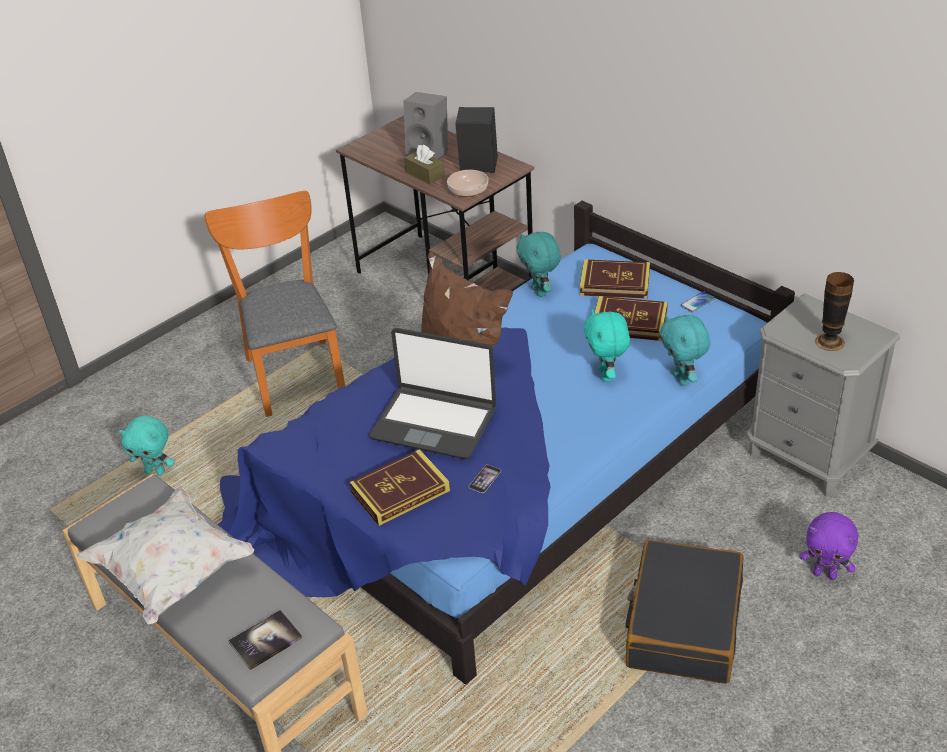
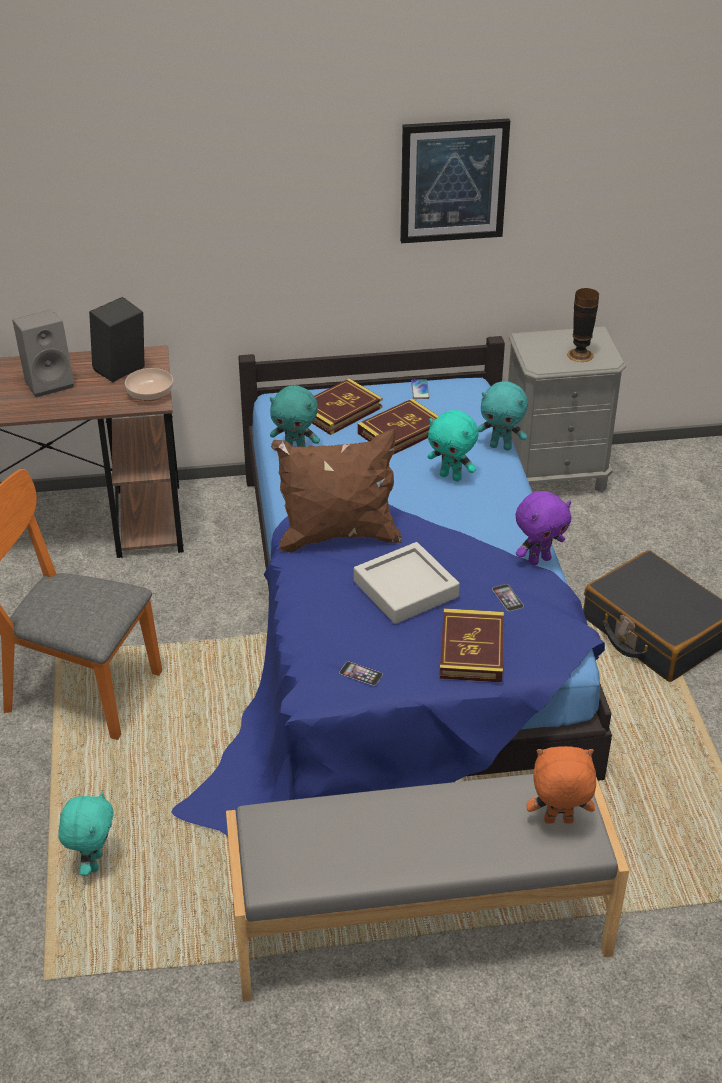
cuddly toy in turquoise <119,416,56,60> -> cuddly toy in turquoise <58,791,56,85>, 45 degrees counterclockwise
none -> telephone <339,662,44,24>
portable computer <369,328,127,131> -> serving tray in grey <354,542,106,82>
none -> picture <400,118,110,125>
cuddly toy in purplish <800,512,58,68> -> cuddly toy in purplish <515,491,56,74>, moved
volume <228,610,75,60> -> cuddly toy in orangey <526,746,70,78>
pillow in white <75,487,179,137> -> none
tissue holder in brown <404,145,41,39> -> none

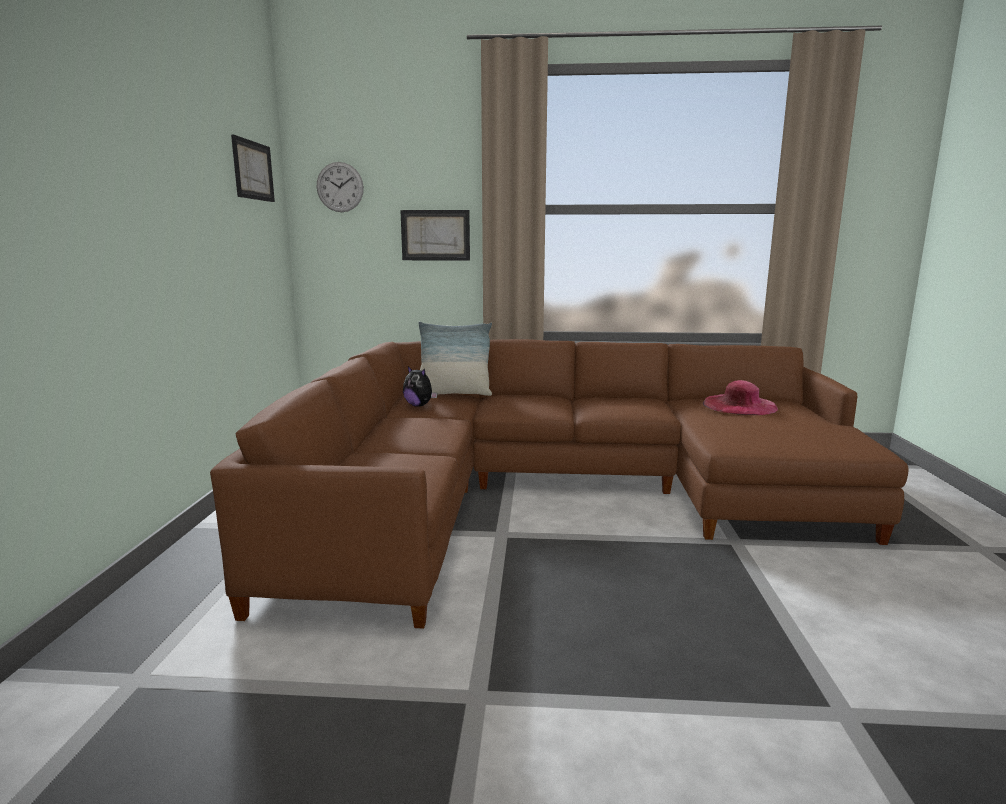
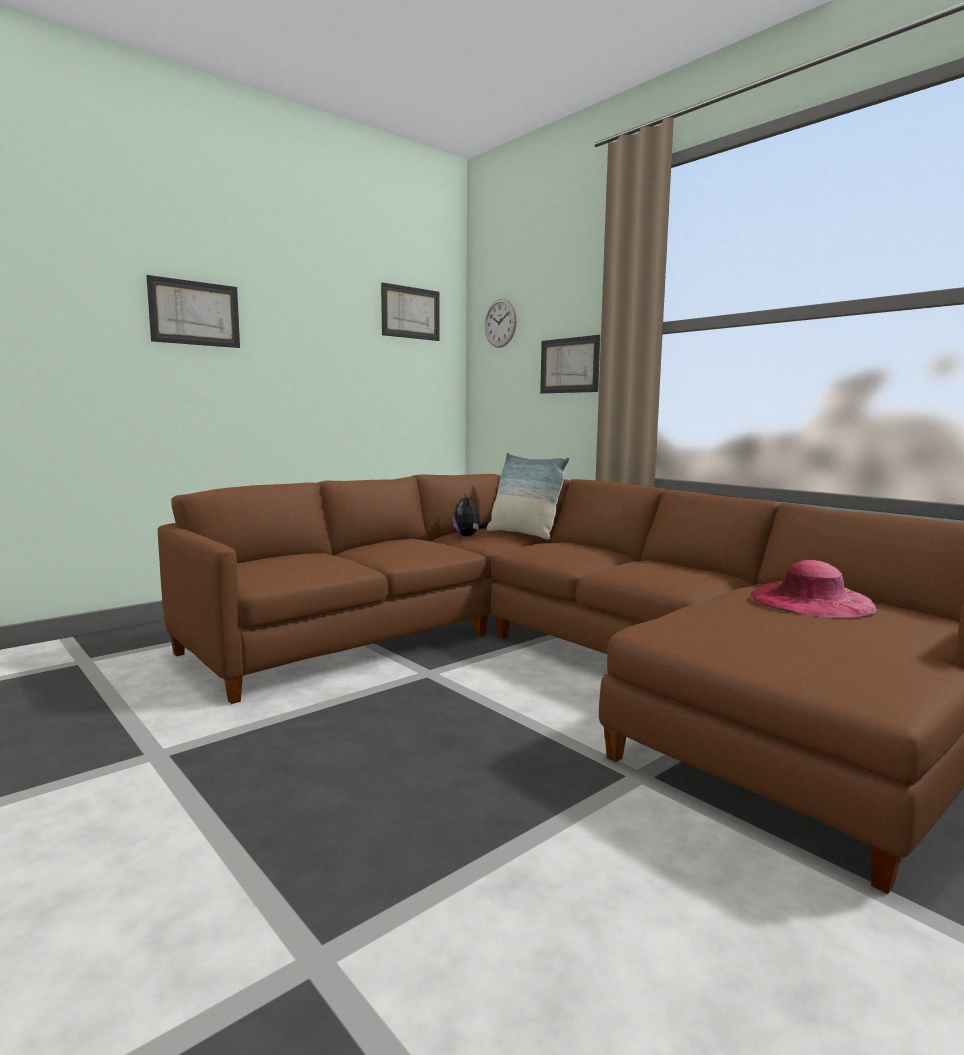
none -> picture <146,275,94,73>

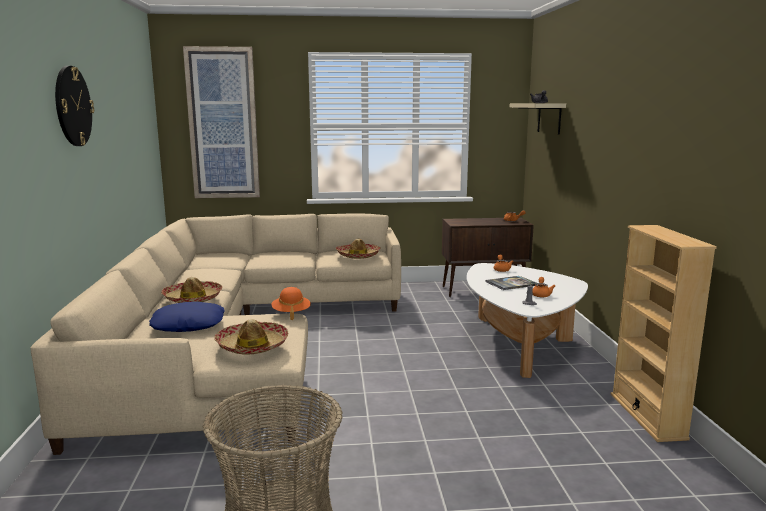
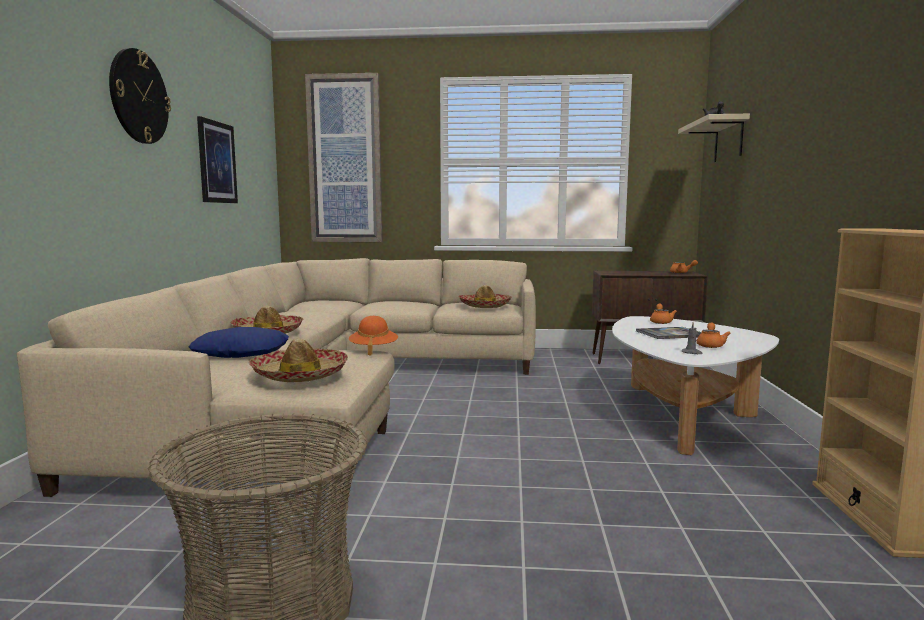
none -> picture <197,116,41,87>

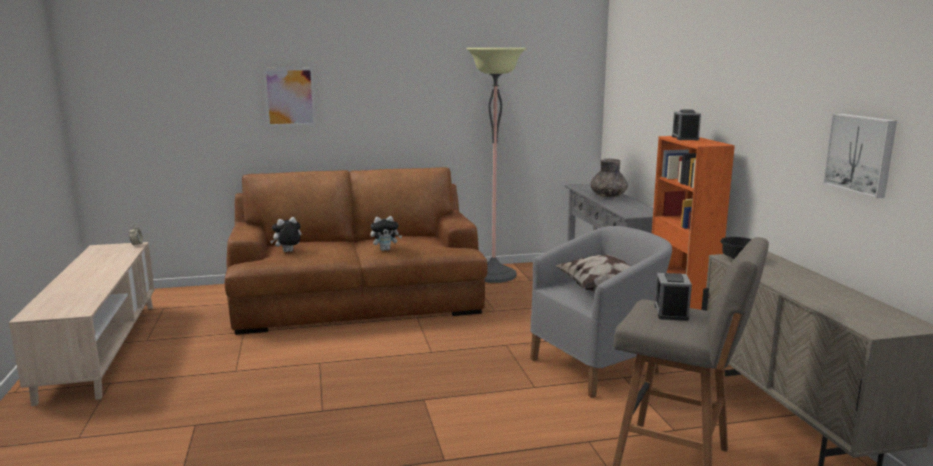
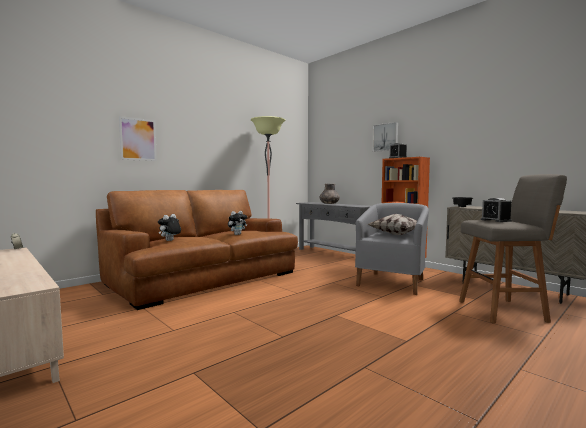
picture <823,113,74,85> -> picture <373,122,25,30>, moved

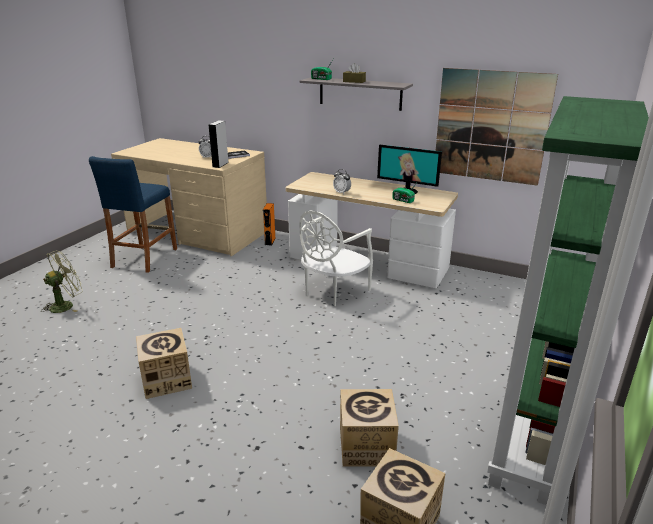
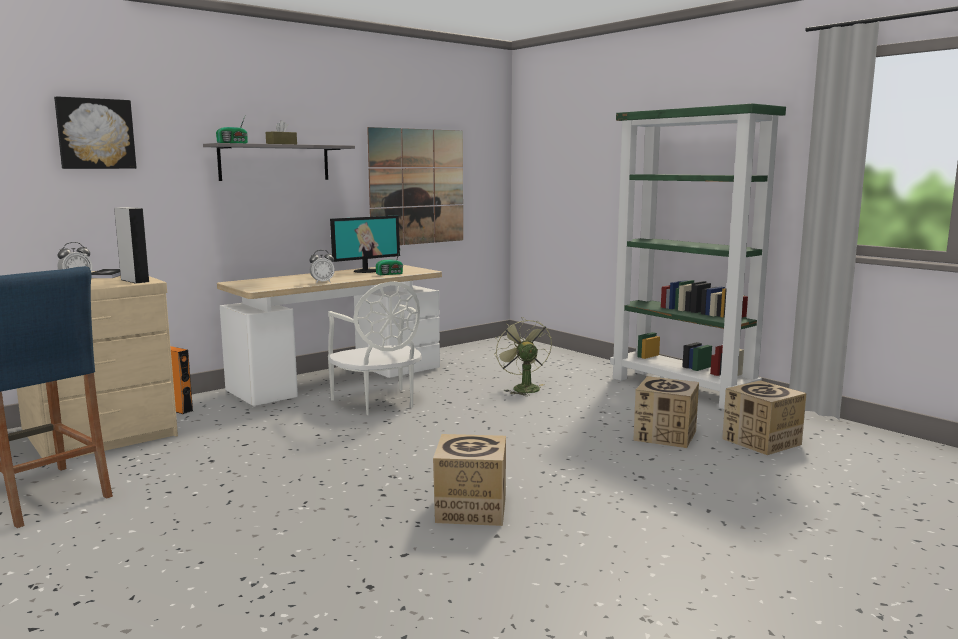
none -> picture <54,96,82,73>
electric fan in green-coloured <41,251,42,62> -> electric fan in green-coloured <494,317,58,79>, moved

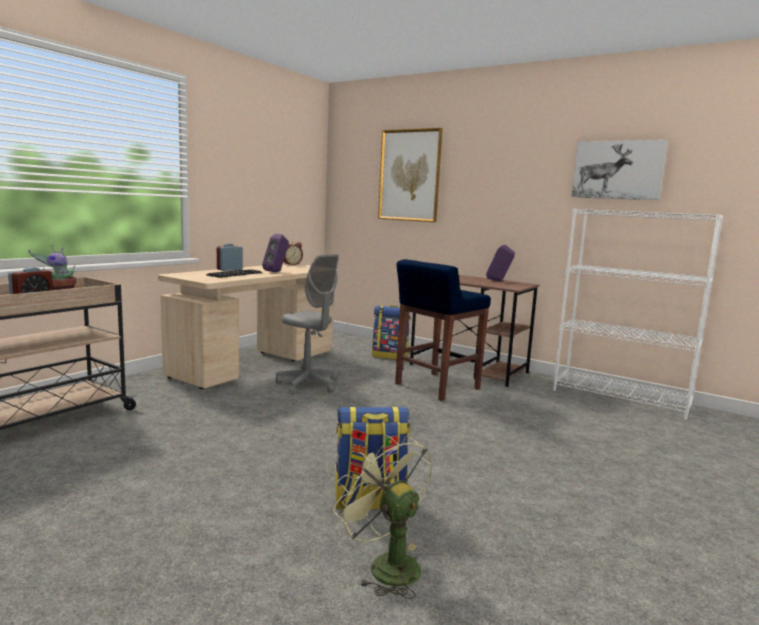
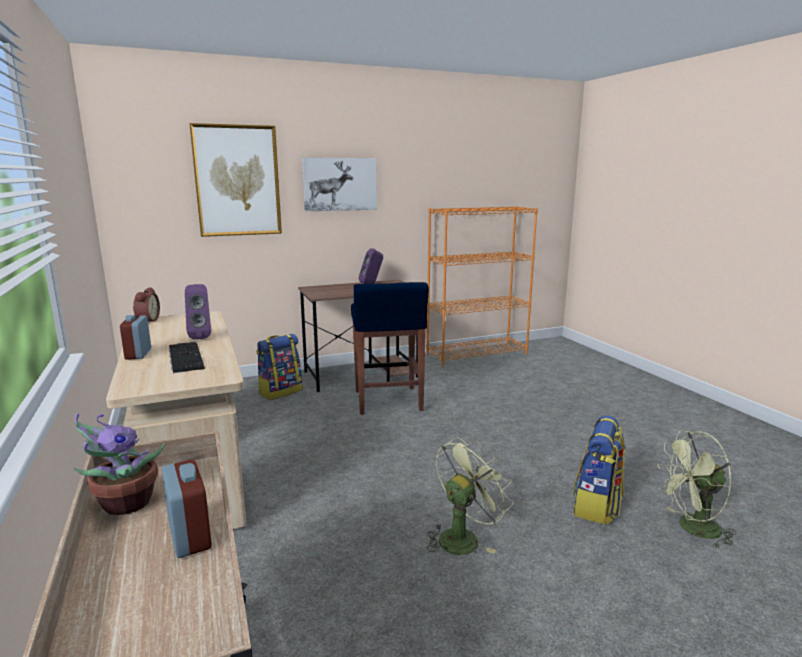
picture <572,139,96,61> -> picture <302,158,75,53>, moved
bookcase in white <553,208,170,212> -> bookcase in orangey <426,206,112,161>
none -> electric fan in green-coloured <427,437,86,118>
computer chair in grey <275,254,64,140> -> none

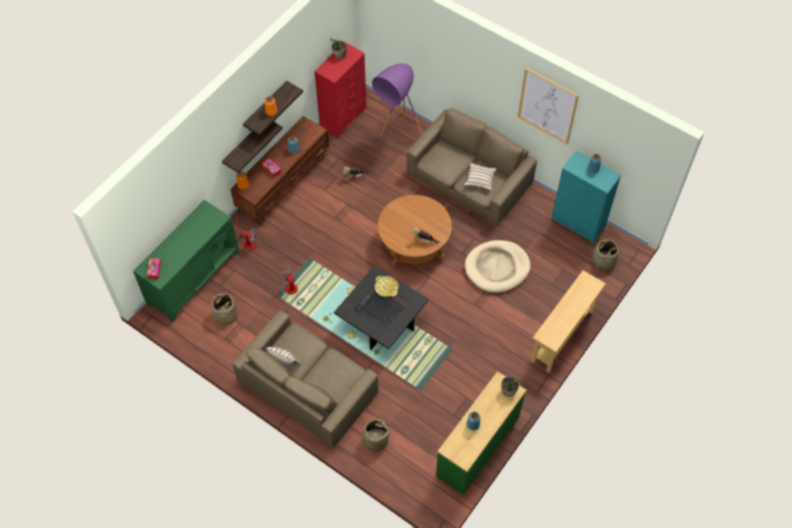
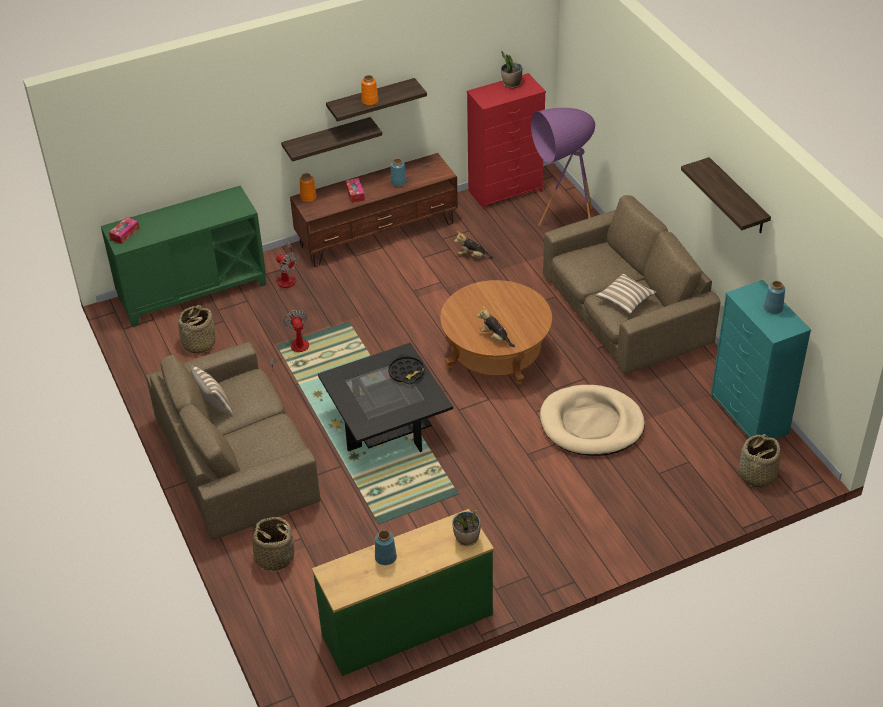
serving tray in yellowish <375,276,23,21> -> serving tray in black <388,354,37,30>
picture <518,67,61,77> -> bracket shelf <681,157,90,76>
hall table in beige-coloured <531,270,75,103> -> none

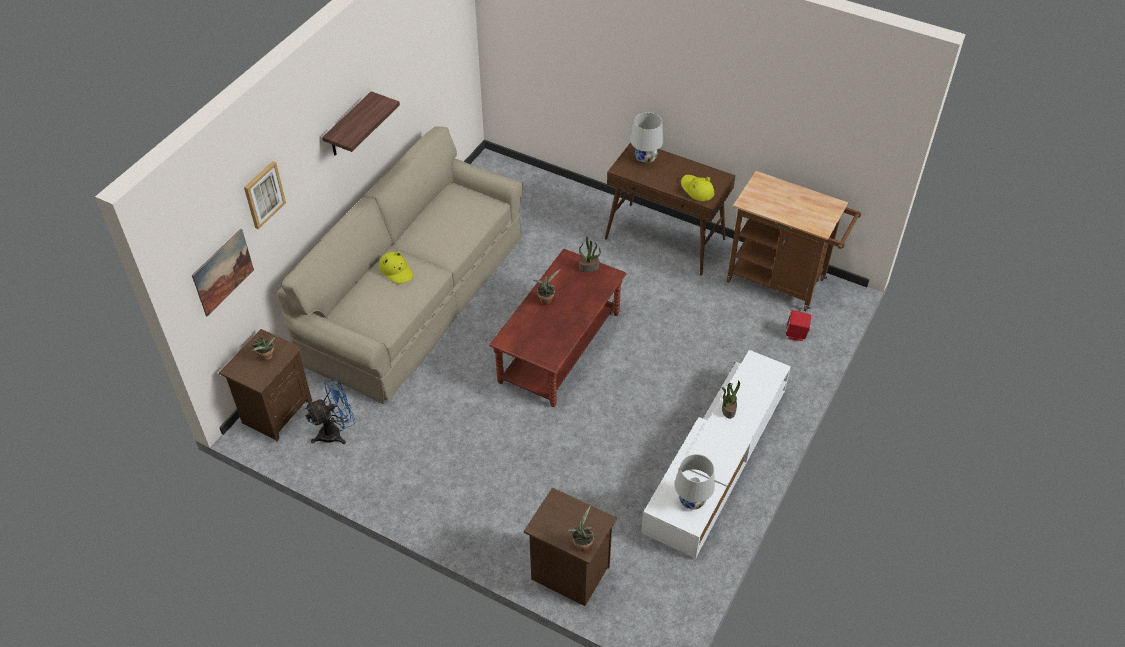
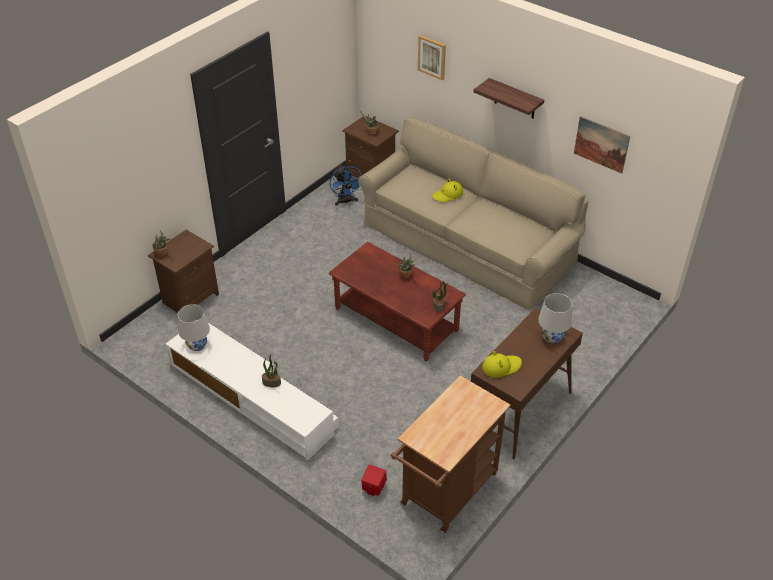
picture <192,229,62,87> -> picture <574,116,56,58>, moved

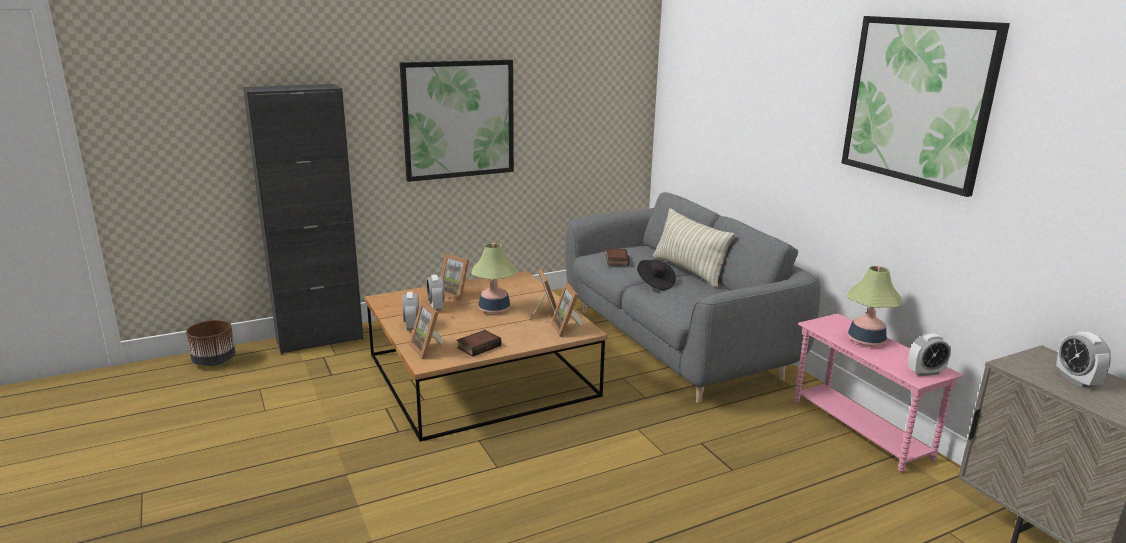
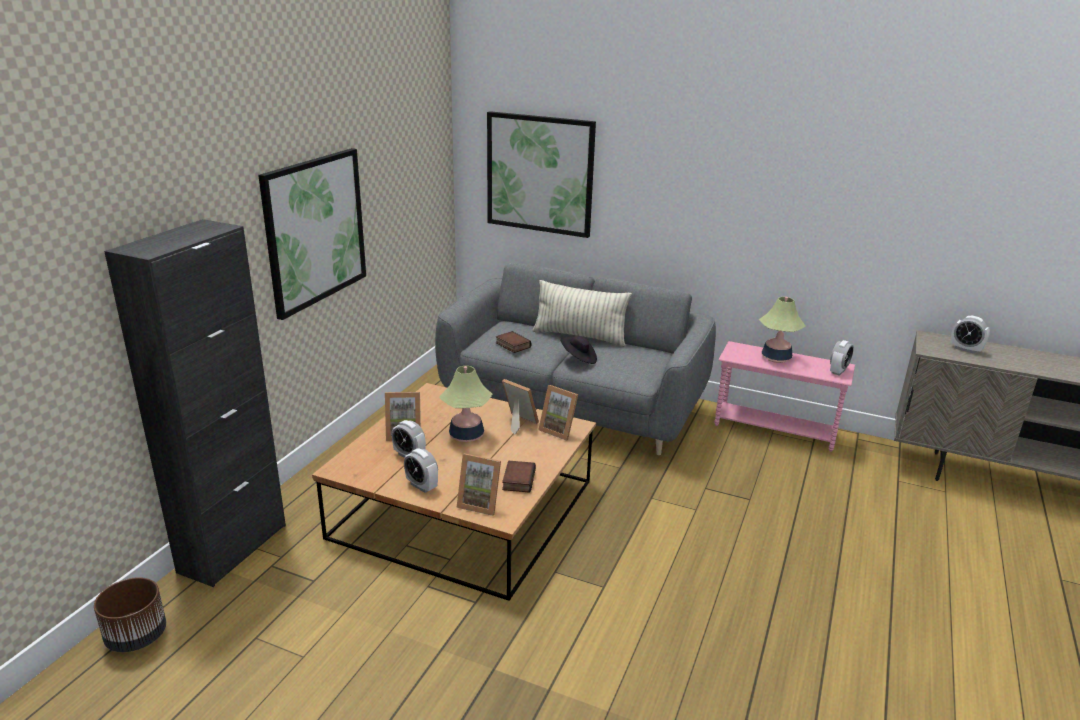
picture <841,16,169,181> -> picture <487,111,109,127>, moved

